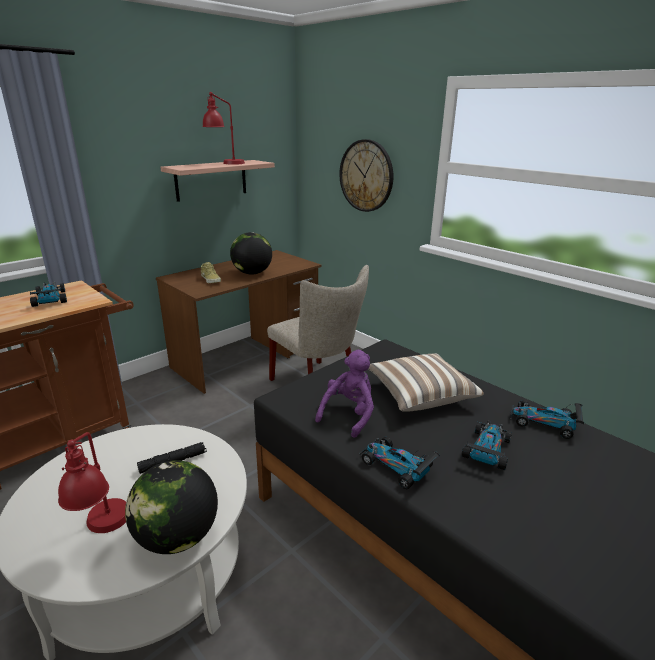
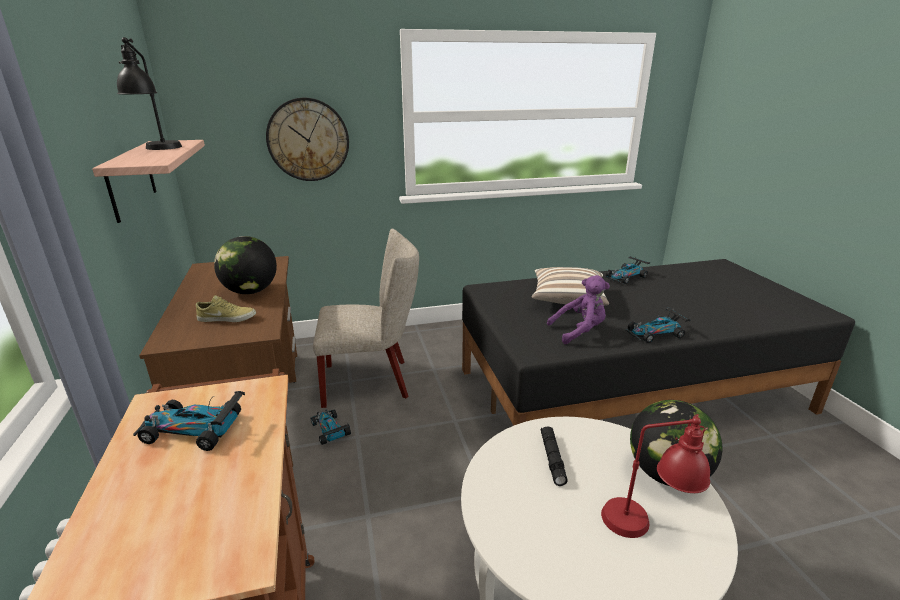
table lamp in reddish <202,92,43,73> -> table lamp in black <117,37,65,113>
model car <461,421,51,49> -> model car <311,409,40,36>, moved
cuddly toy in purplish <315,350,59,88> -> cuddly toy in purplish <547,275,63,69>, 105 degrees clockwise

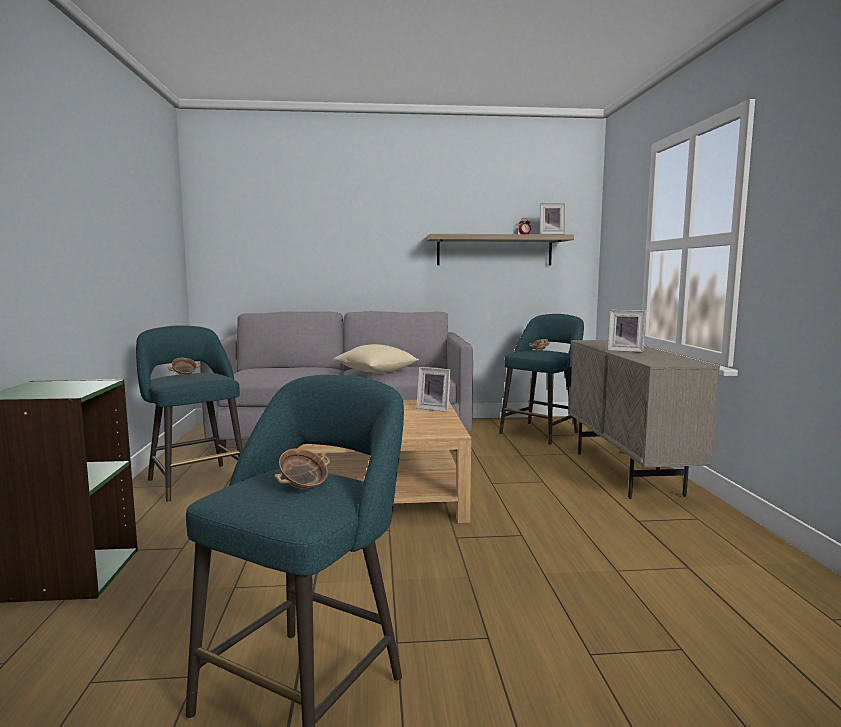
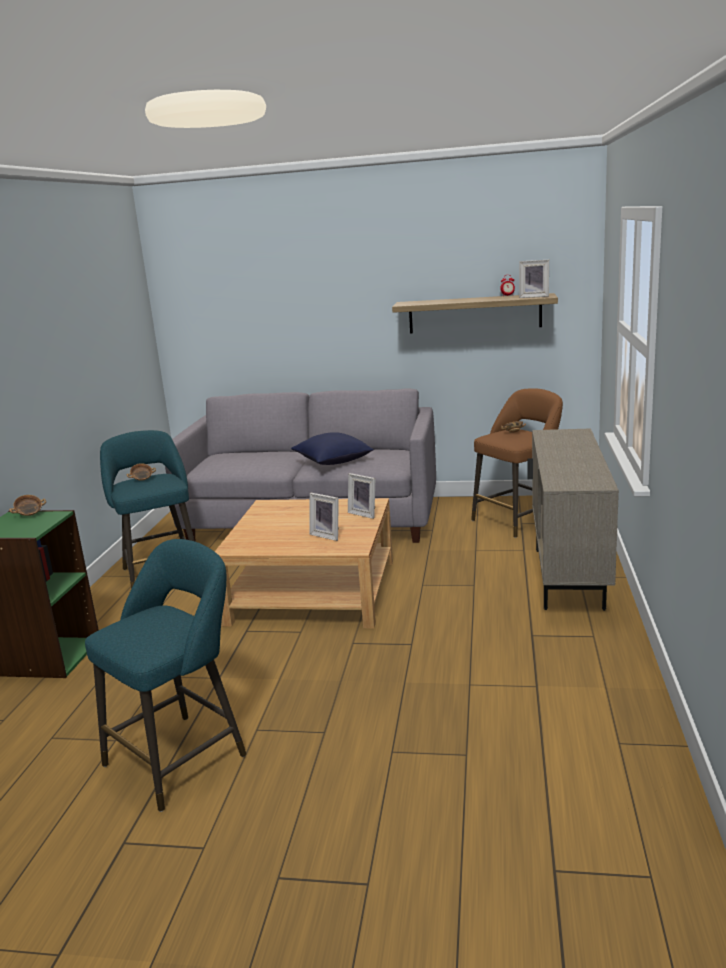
bowl <274,448,56,41> -> bowl <9,495,37,21>, moved
pillow in beige-coloured <334,344,85,29> -> pillow in blue-coloured <291,432,83,33>
standing frame <608,310,38,42> -> standing frame <309,493,30,48>, moved
stool in turquoise <499,314,85,131> -> stool in brown <471,388,92,150>

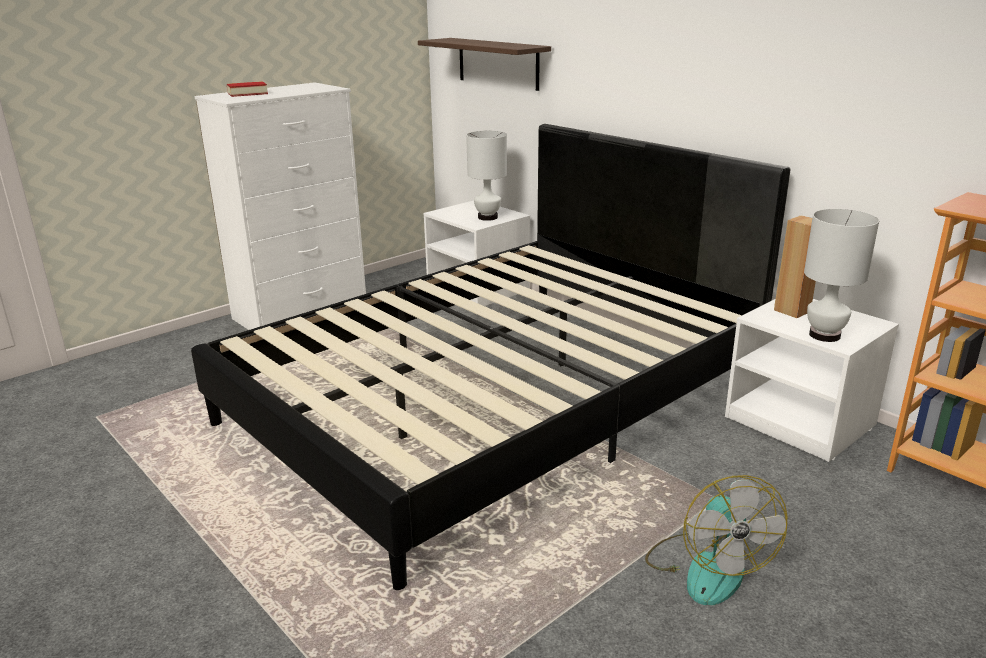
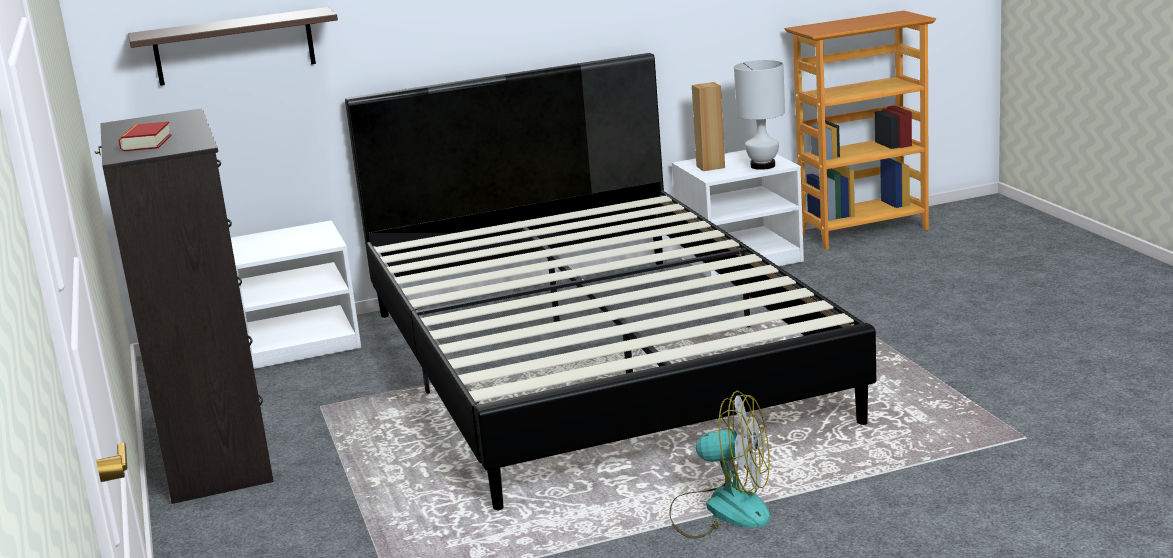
drawer chest in white <194,82,172,248> -> drawer chest in black <95,108,179,396>
electric fan <645,475,143,130> -> electric fan <669,391,101,148>, moved
table lamp in white <466,131,41,90> -> none

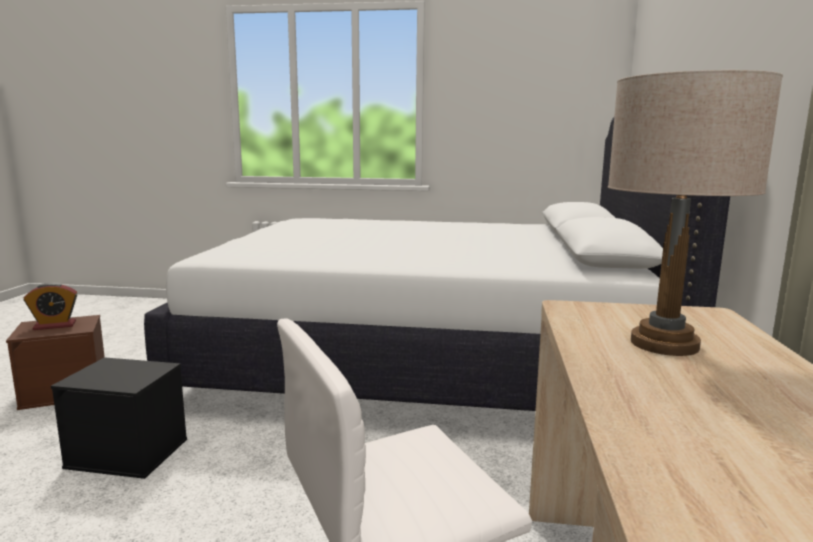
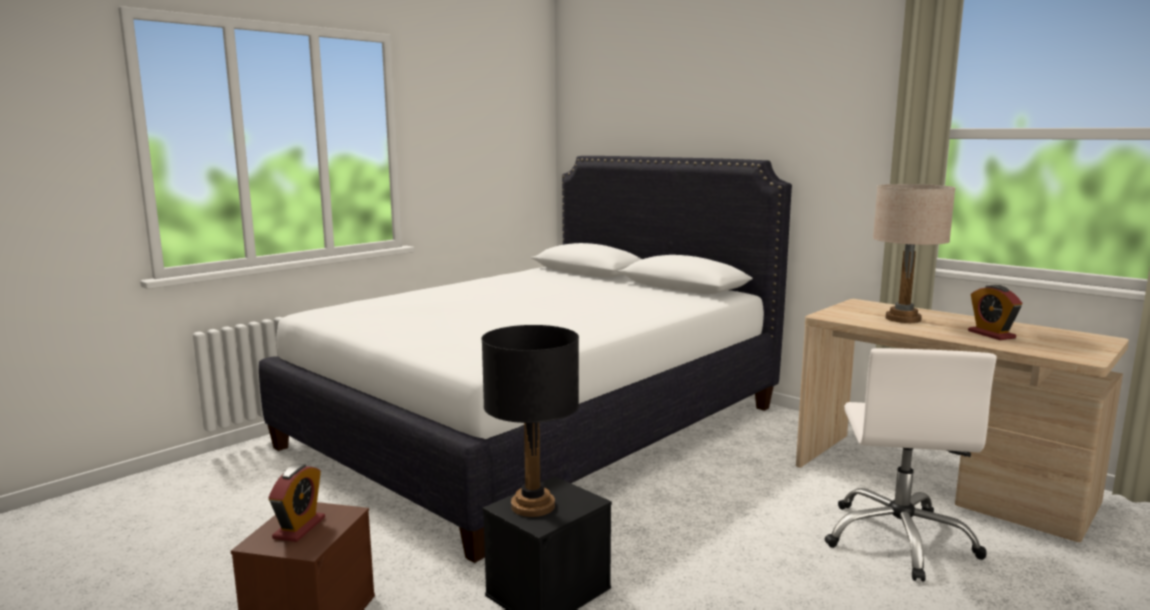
none -> table lamp in black <481,325,98,192>
none -> bedside clock <968,285,54,55>

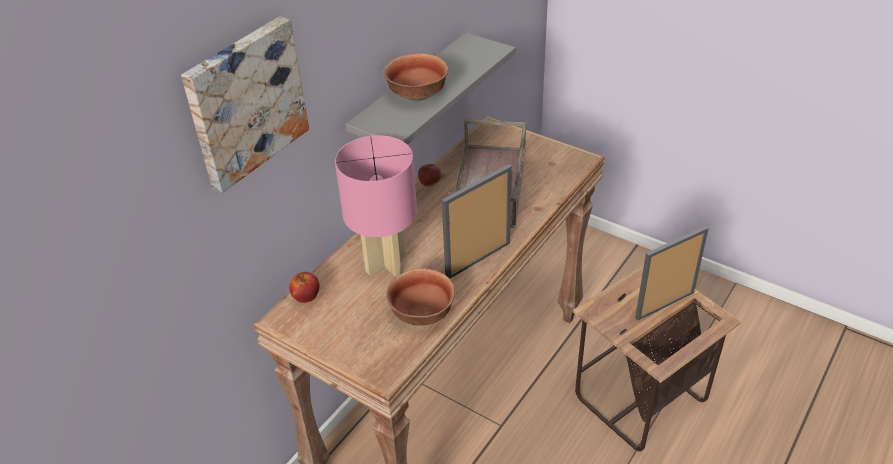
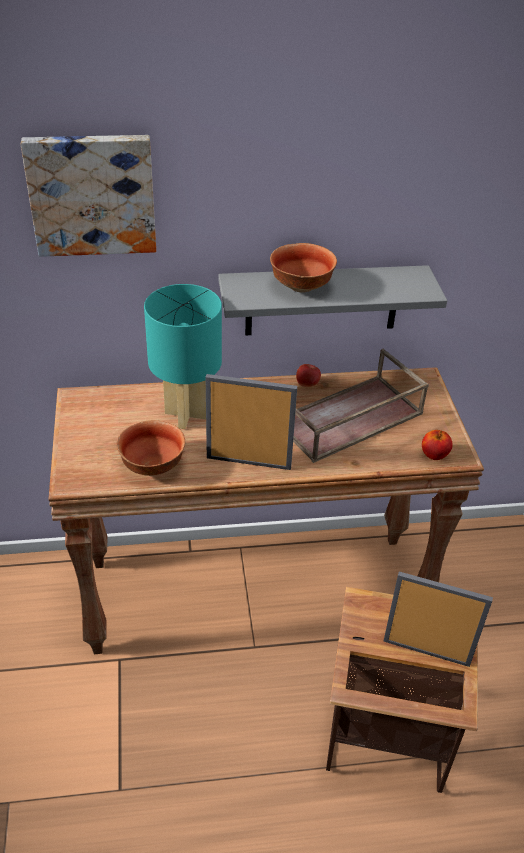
table lamp in pinkish <335,135,82,142> -> table lamp in turquoise <144,284,78,145>
apple <289,272,30,31> -> apple <422,430,31,30>, moved

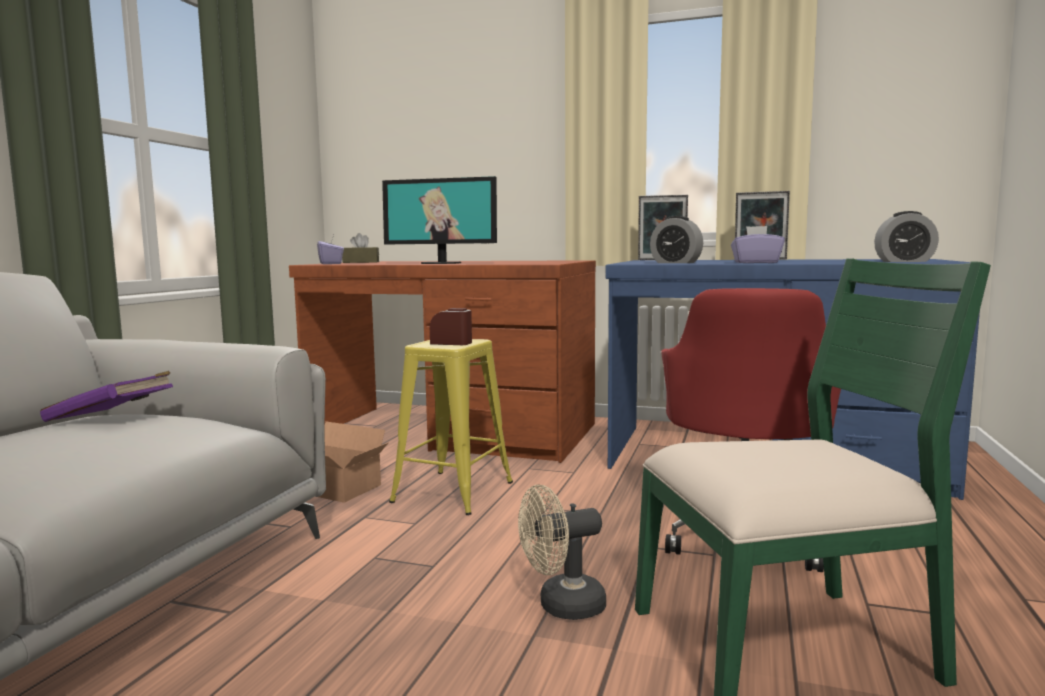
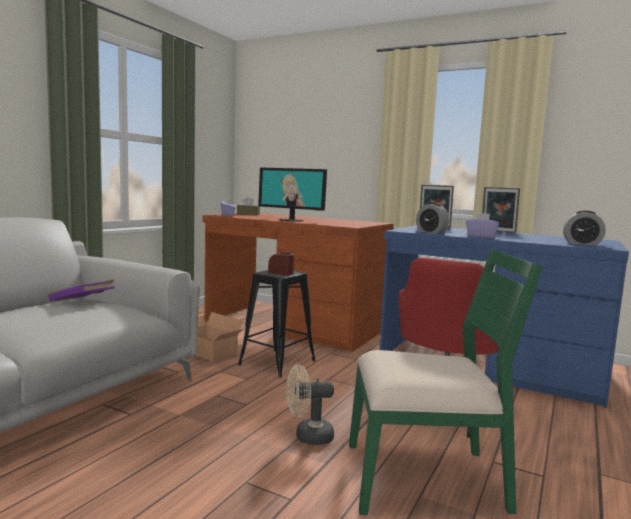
stool in yellowish <389,339,124,176> -> stool in black <238,270,78,108>

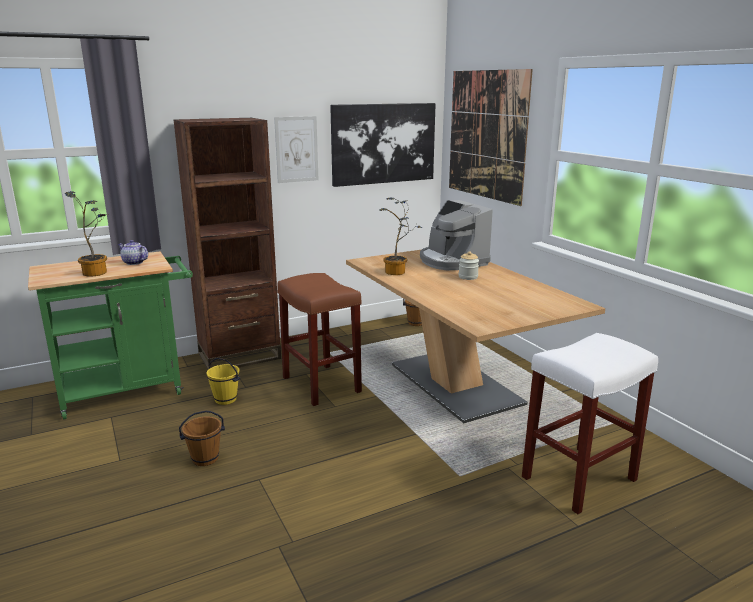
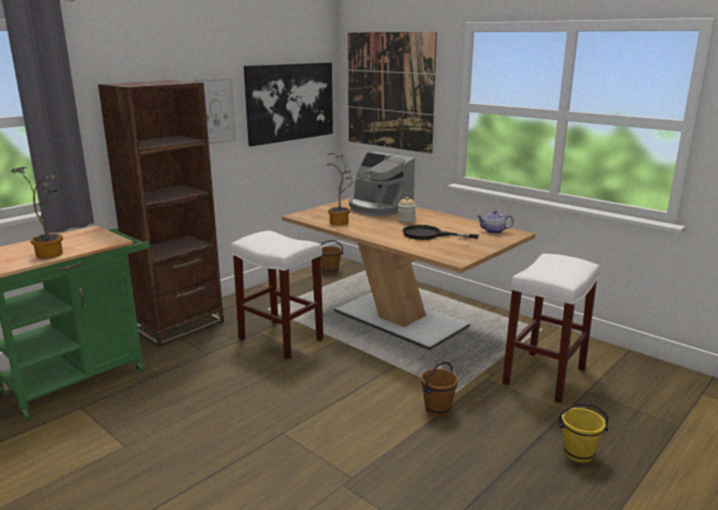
stool in brown <277,273,85,133> -> stool in white <231,231,92,128>
none -> pan in black <402,225,77,15>
bucket in brown <179,410,46,56> -> bucket in brown <421,362,37,54>, moved
teapot <118,240,30,25> -> teapot <477,211,37,23>, moved
bucket in yellowish <206,358,34,47> -> bucket in yellowish <558,404,51,59>, moved

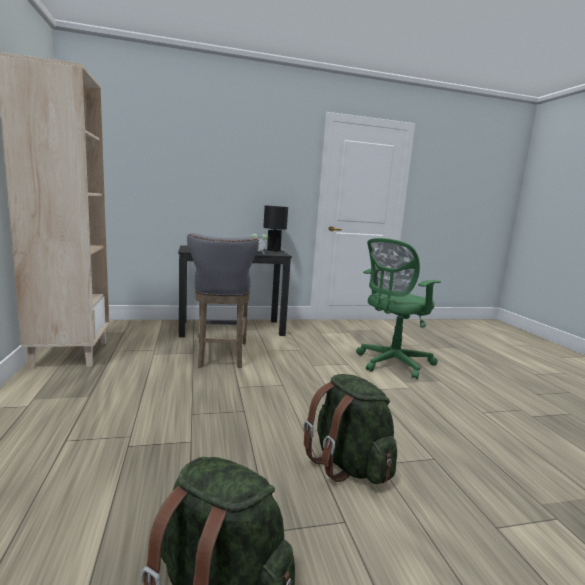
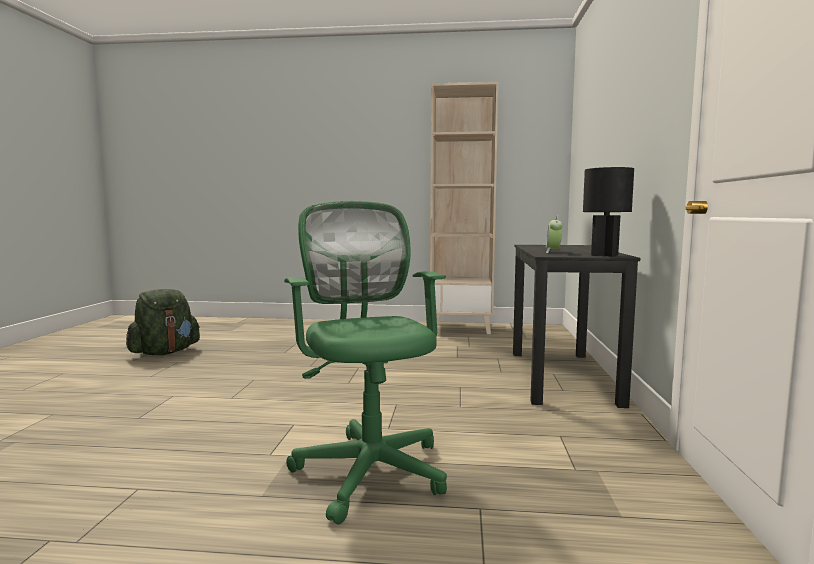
stool in grey <187,233,72,135> -> none
backpack in green-coloured <303,374,94,110> -> none

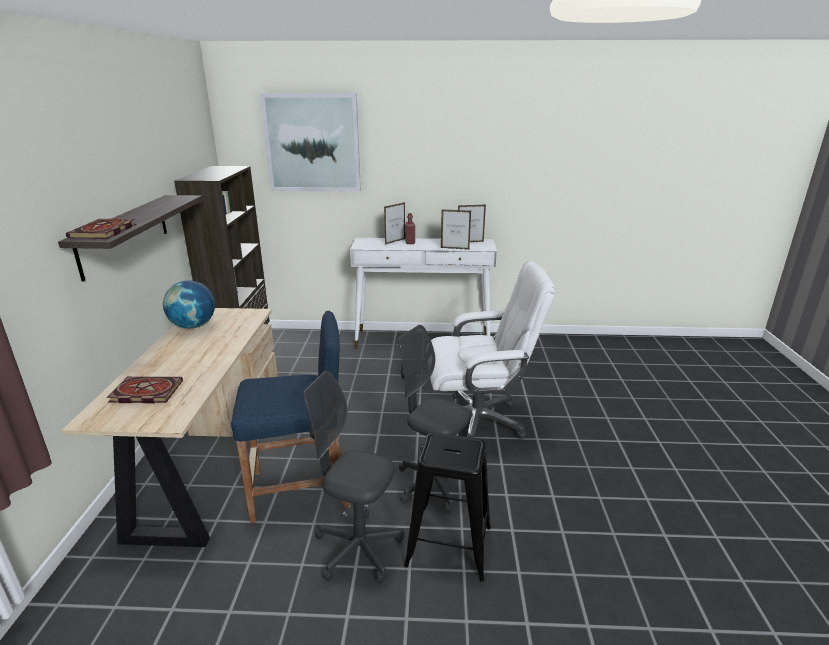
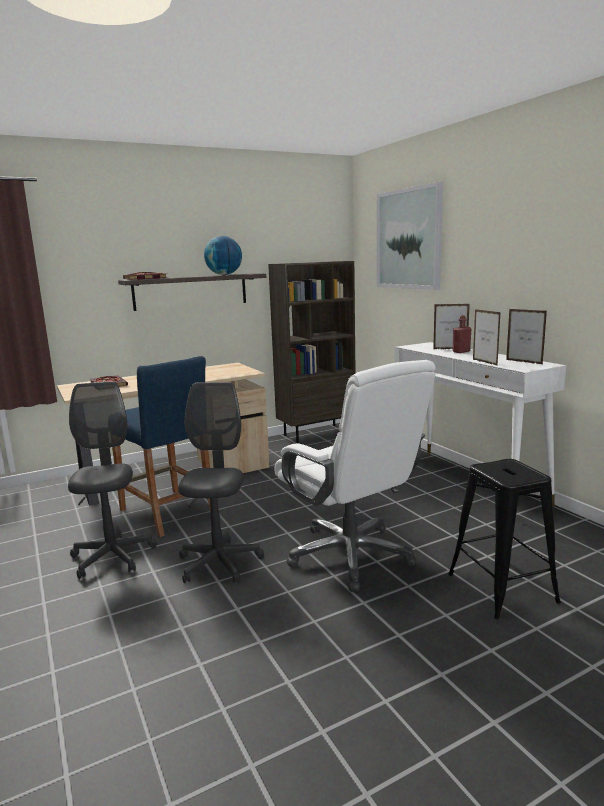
desk globe <163,280,52,49> -> desk globe <204,236,38,39>, moved
stool in black <404,433,87,149> -> stool in black <448,459,113,161>, moved

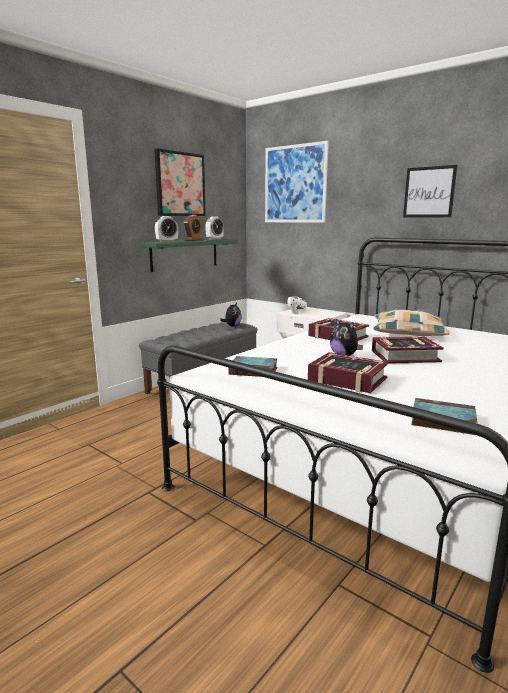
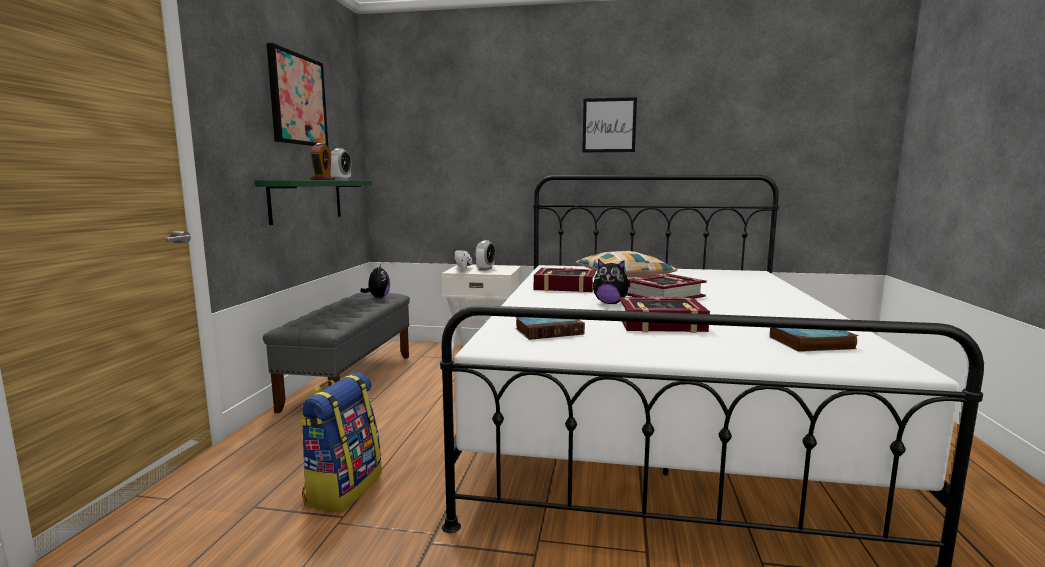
none -> backpack <299,372,83,140>
bedside clock <155,216,23,26> -> bedside clock <475,241,21,30>, moved
picture <265,141,64,82> -> none

